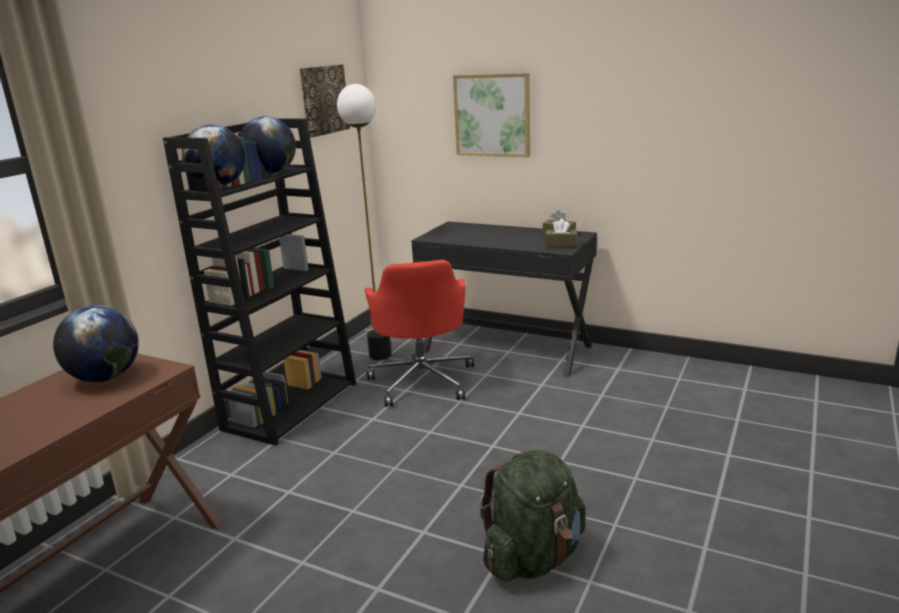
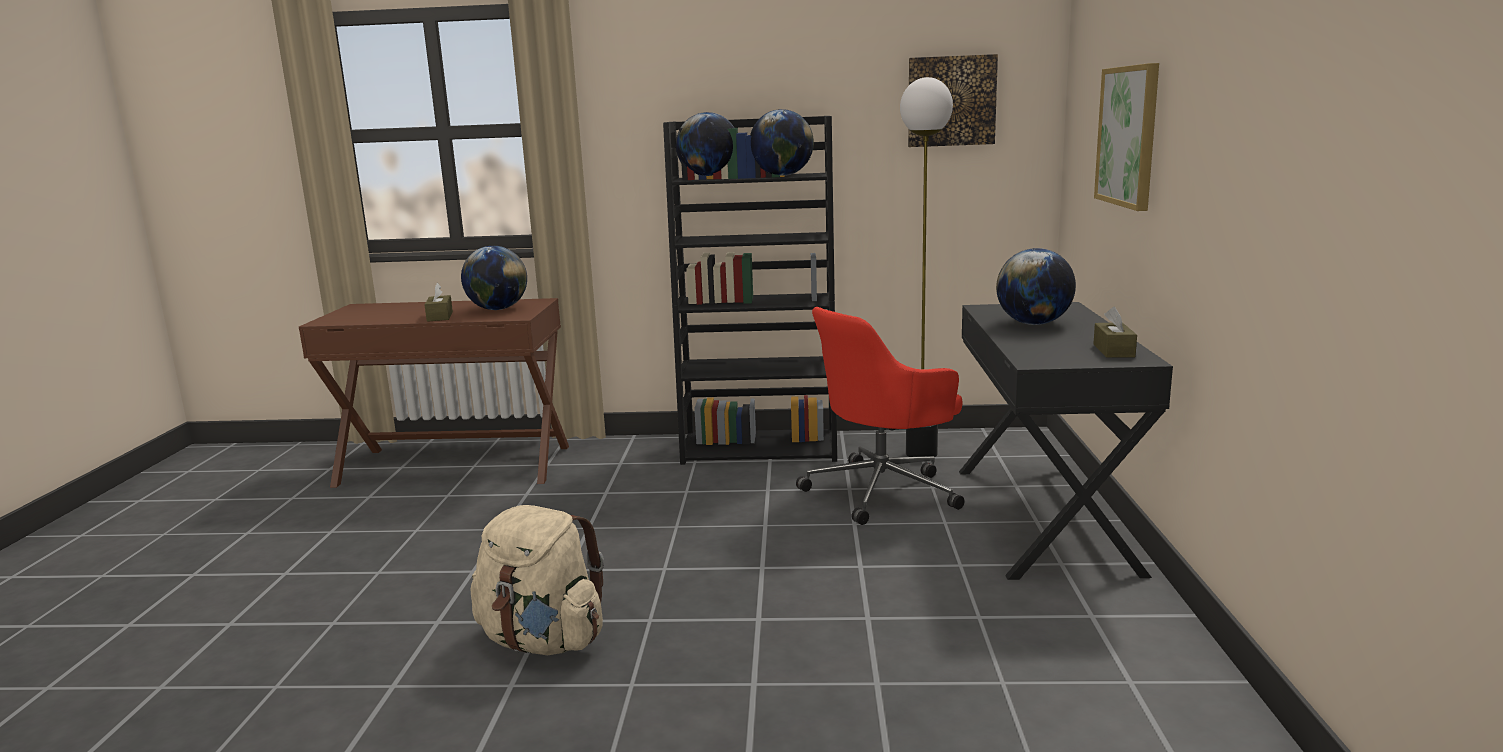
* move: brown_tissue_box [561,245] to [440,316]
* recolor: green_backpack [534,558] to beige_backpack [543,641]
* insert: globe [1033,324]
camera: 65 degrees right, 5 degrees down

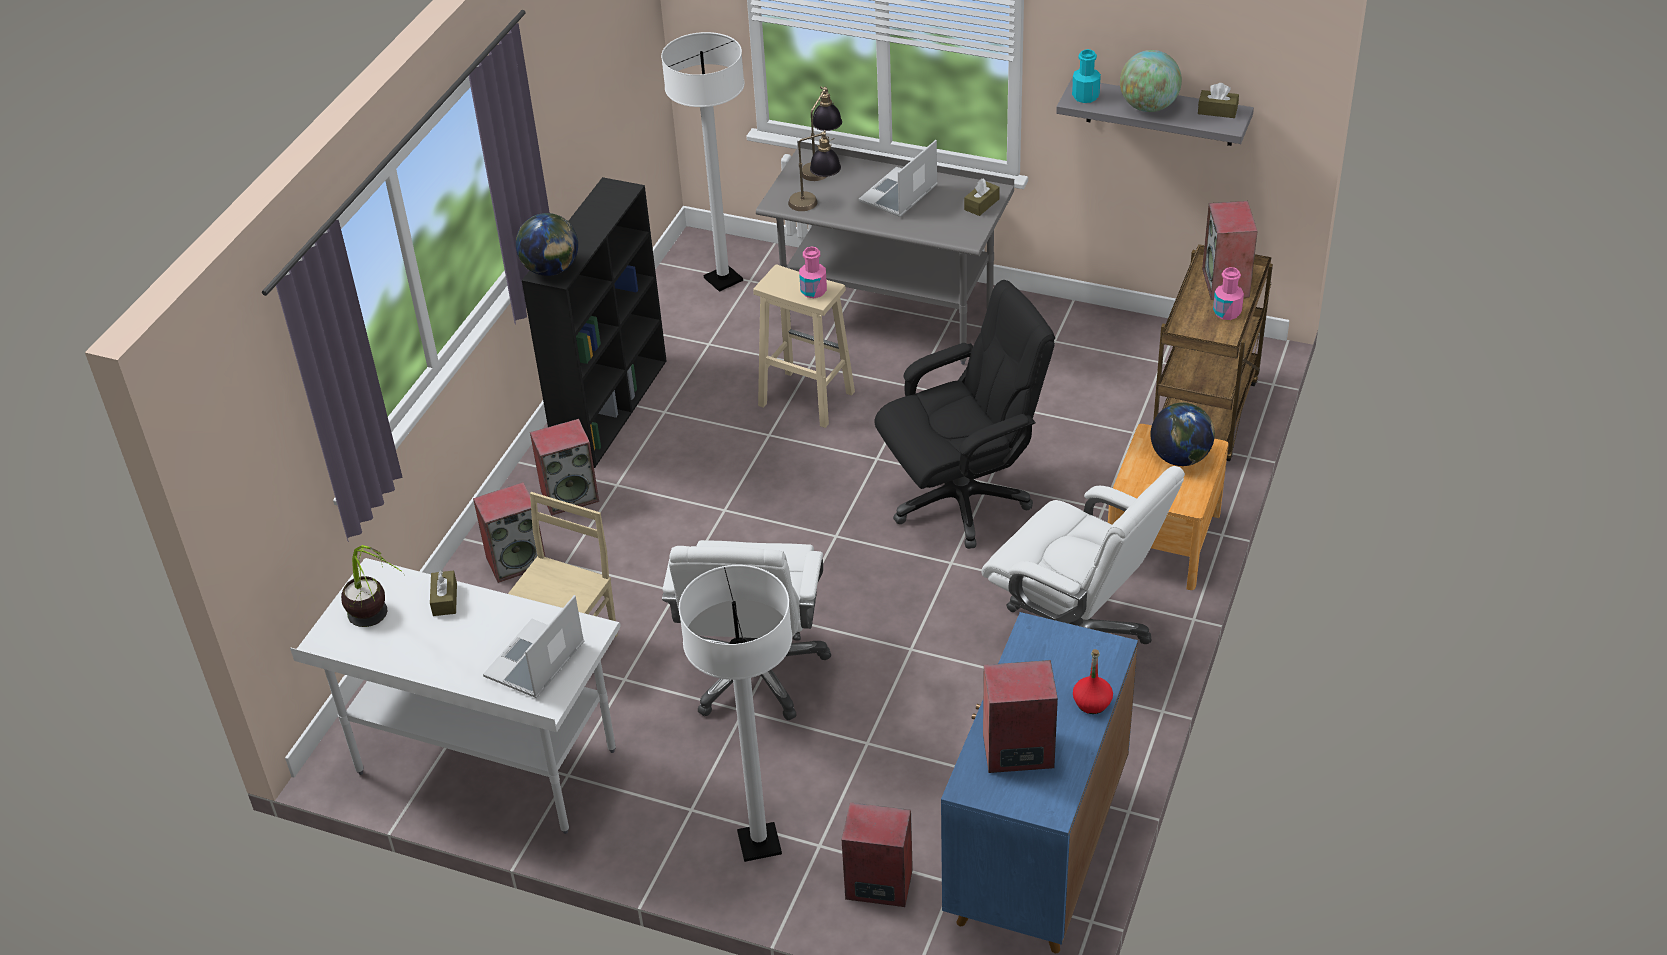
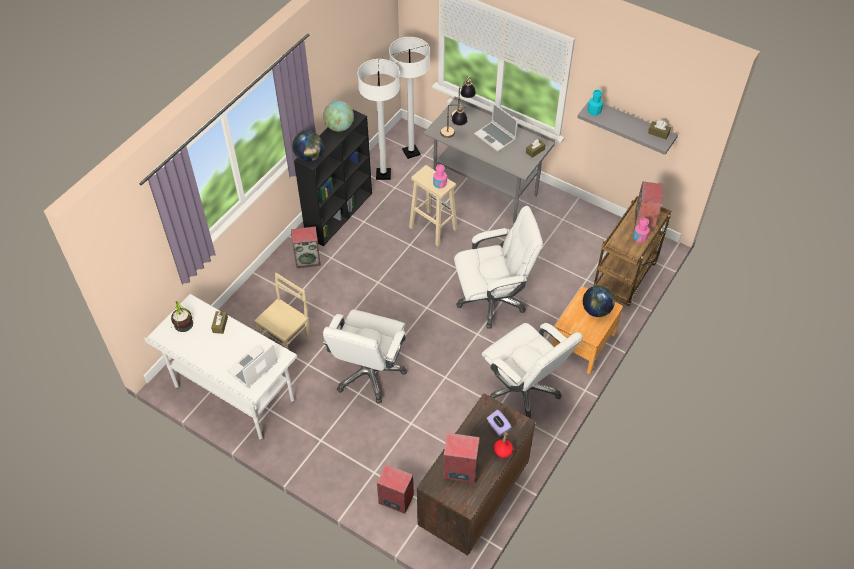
* move: globe [1148,107] to [339,127]
* move: white_floor_lamp [759,843] to [383,174]
* recolor: blue_cabinet [1036,859] to brown_cabinet [472,502]
* recolor: black_office_chair [962,499] to white_office_chair [492,300]
* rotate: laptop [899,195] = [495,137] 90 degrees counterclockwise
* insert: purple_tissue_box [498,427]
* delete: speaker [517,561]
camera: 10 degrees right, 10 degrees up

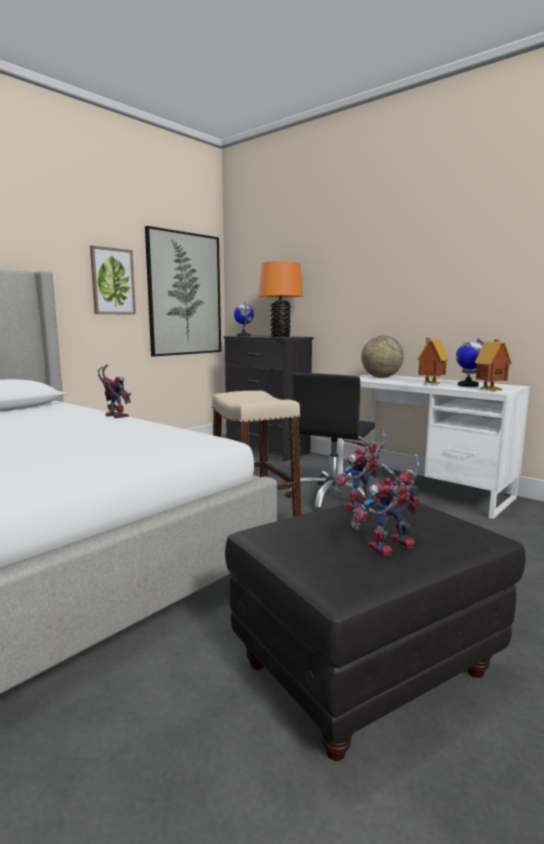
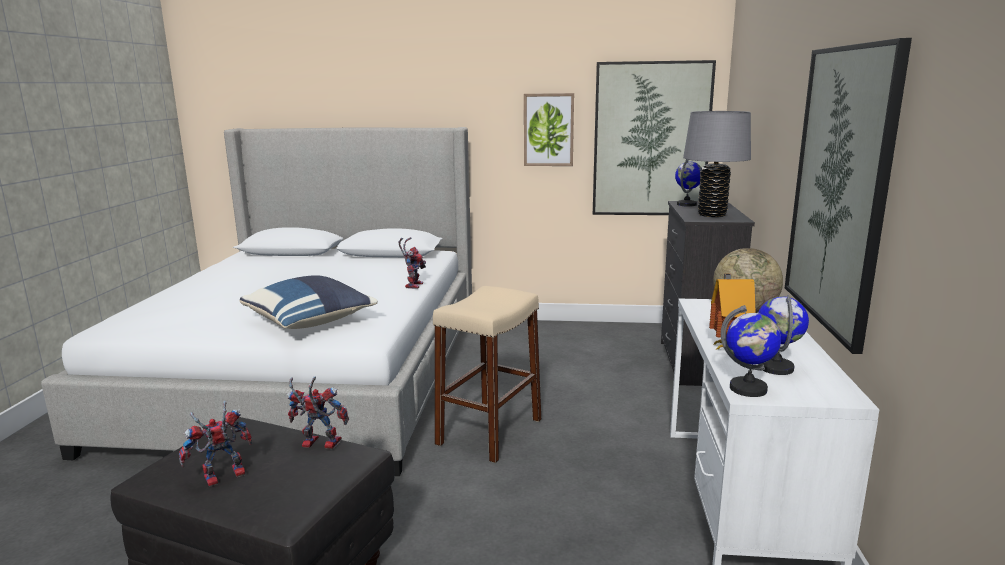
* rotate: toy_robot [390,549] = [221,478] 60 degrees counterclockwise
* insert: blue_pillow [311,322]
* recolor: orange_table_lamp [280,336] to grey_table_lamp [712,215]
* replace: toy_house [491,390] to globe [748,389]
* insert: picture [839,188]
* delete: black_office_chair [332,499]
camera: 55 degrees right, 5 degrees up

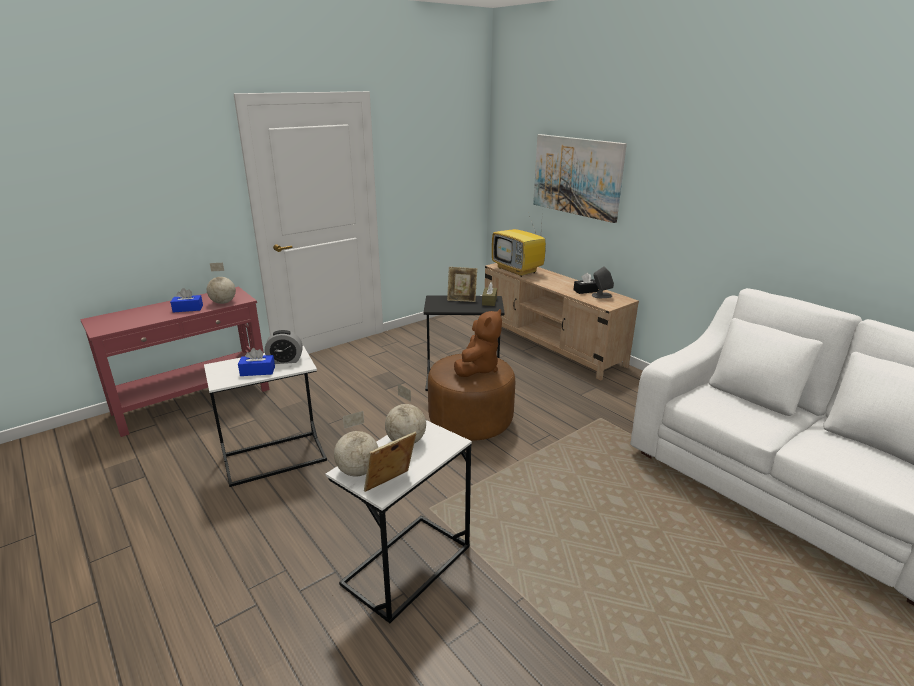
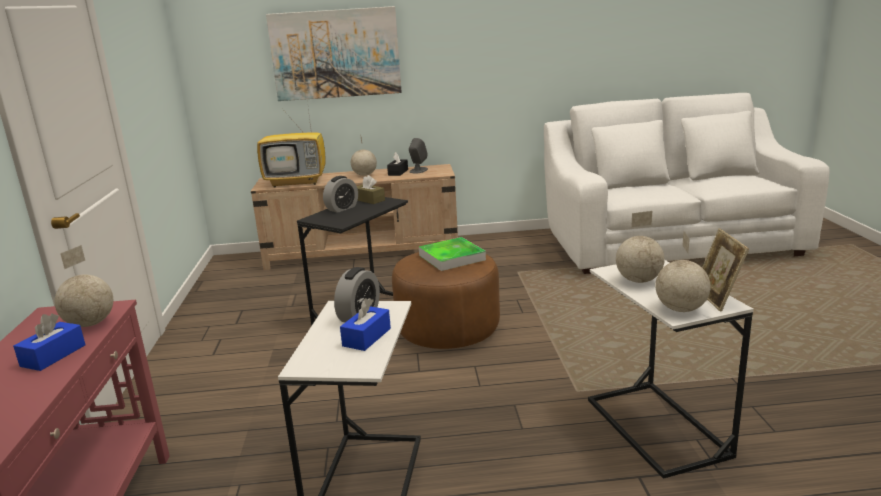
* replace: picture_frame [462,299] to alarm_clock [342,208]
* insert: globe [364,175]
* replace: brown_plush_toy [478,368] to tray [452,257]
camera: 55 degrees left, 5 degrees down

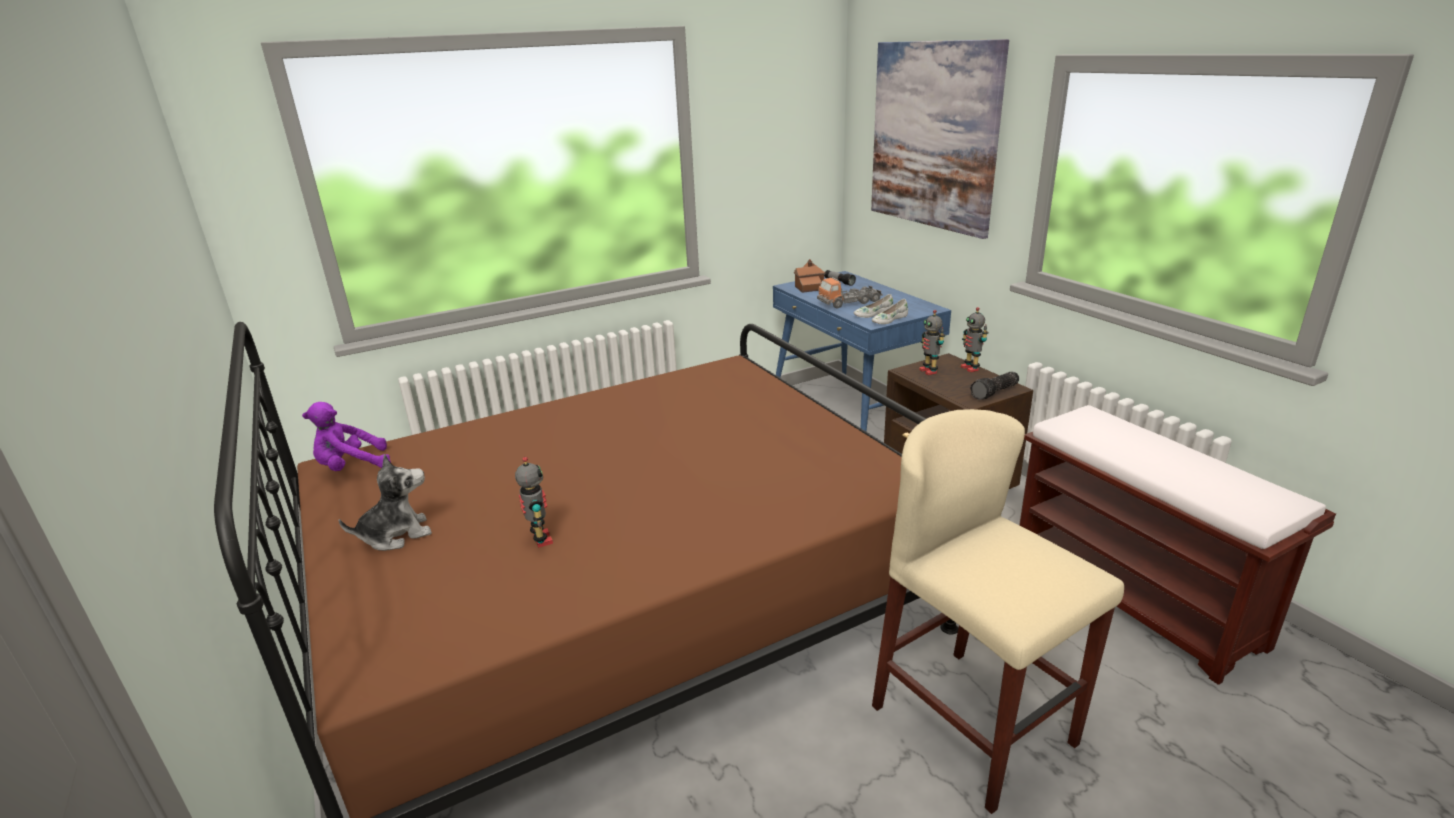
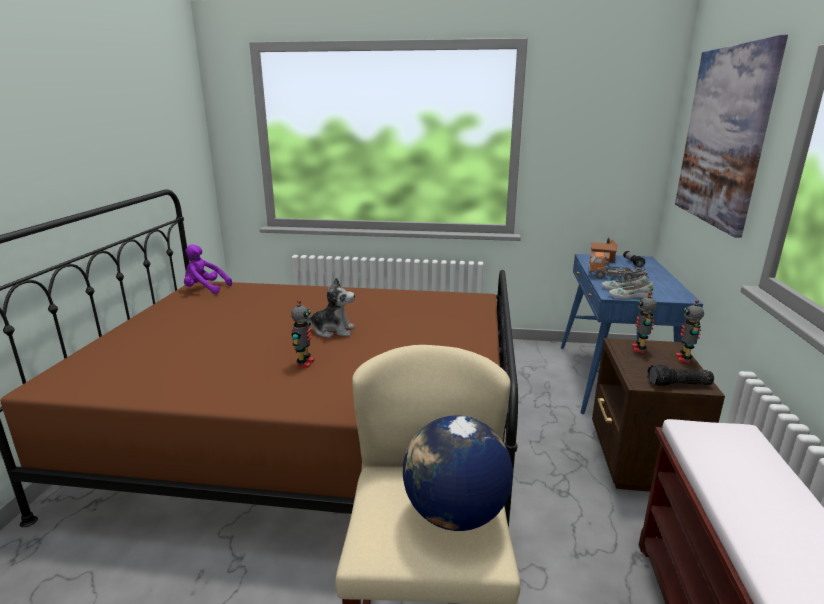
* move: toy_robot [540,540] to [304,363]
* move: plush_toy [396,535] to [332,330]
* insert: globe [454,514]
camera: 35 degrees right, 5 degrees down

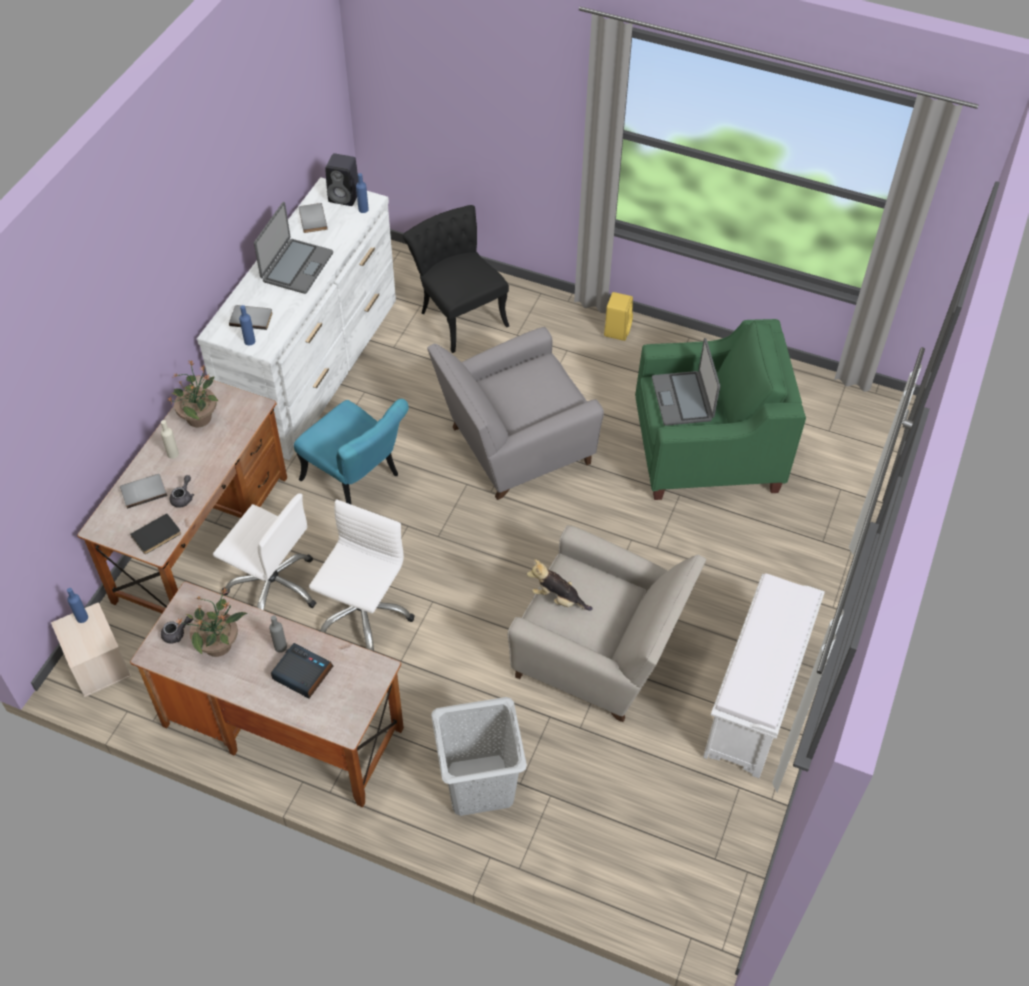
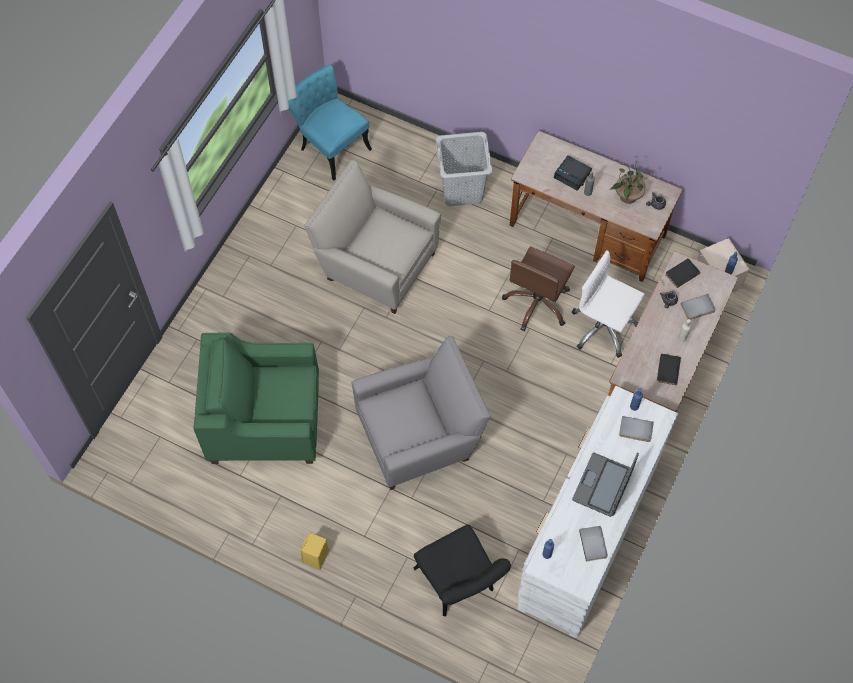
* move: turquoise_chair [357,482] to [330,145]
* recolor: white_office_chair [363,614] to brown_office_chair [537,303]
* replace: potted_plant [200,417] to black_book [667,370]
* delete: black_speaker [345,197]
* delete: plush_toy [558,598]
* delete: laptop [683,399]
* delete: white_bench [754,703]
camera: 175 degrees left, 10 degrees up

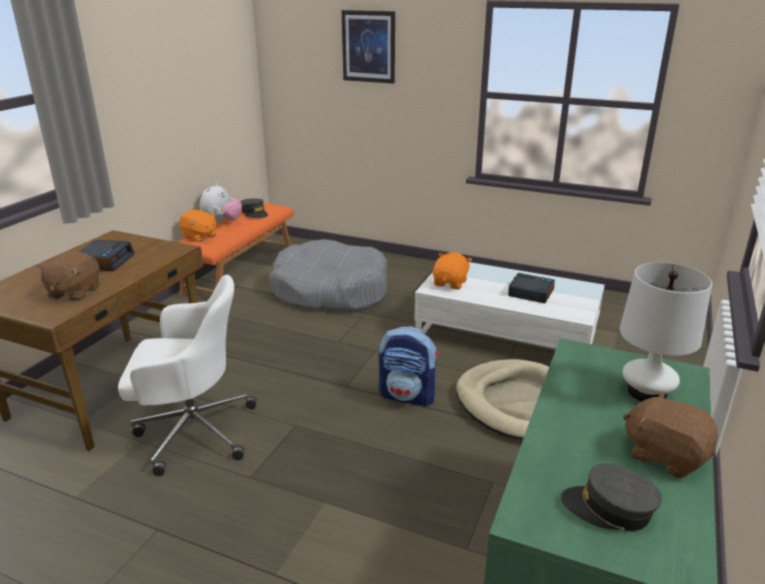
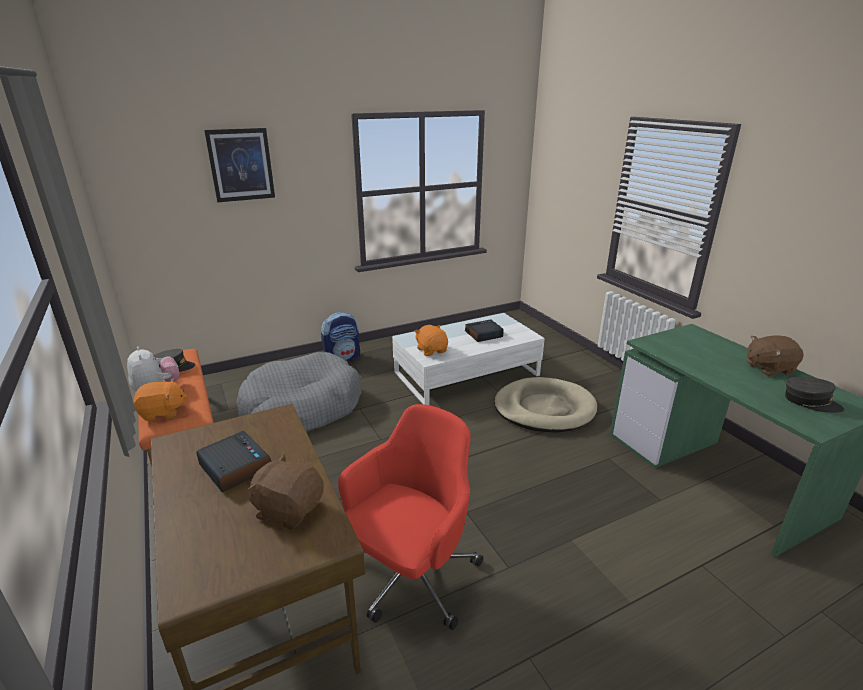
* rotate: brown_plush_toy [74,292] = [289,509] 150 degrees clockwise
* move: backpack [408,396] to [342,358]
* recolor: white_office_chair [193,431] to red_office_chair [409,577]
* rotate: grey_cap [609,509] = [810,402] 120 degrees counterclockwise
* delete: white_table_lamp [646,392]
camera: 50 degrees left, 0 degrees up

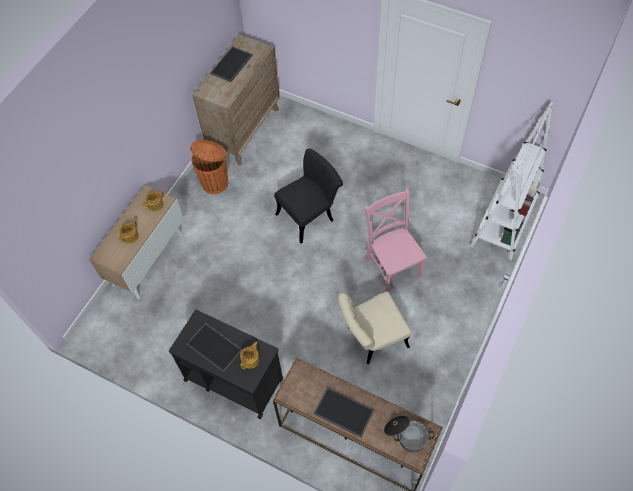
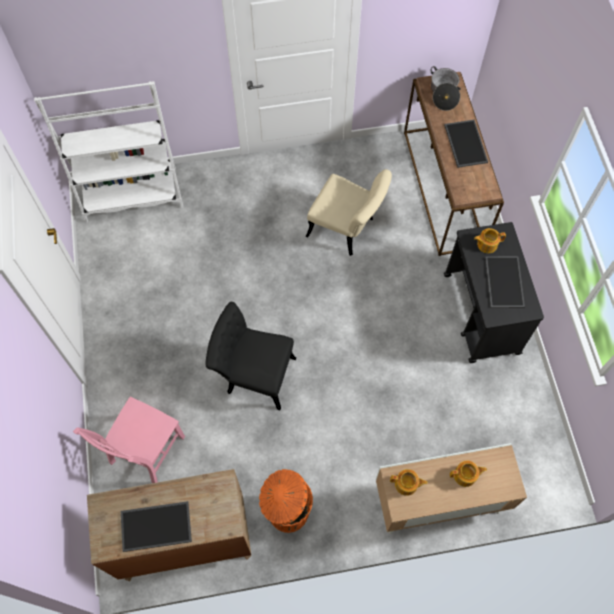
* move: pink_chair [392,265] to [145,452]
camera: 130 degrees left, 5 degrees up

